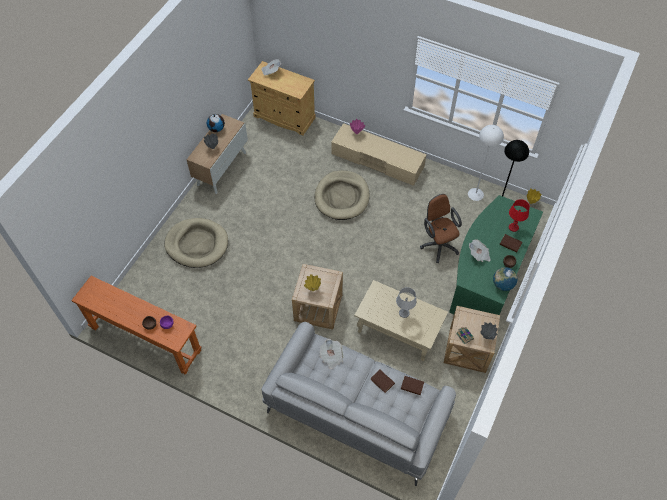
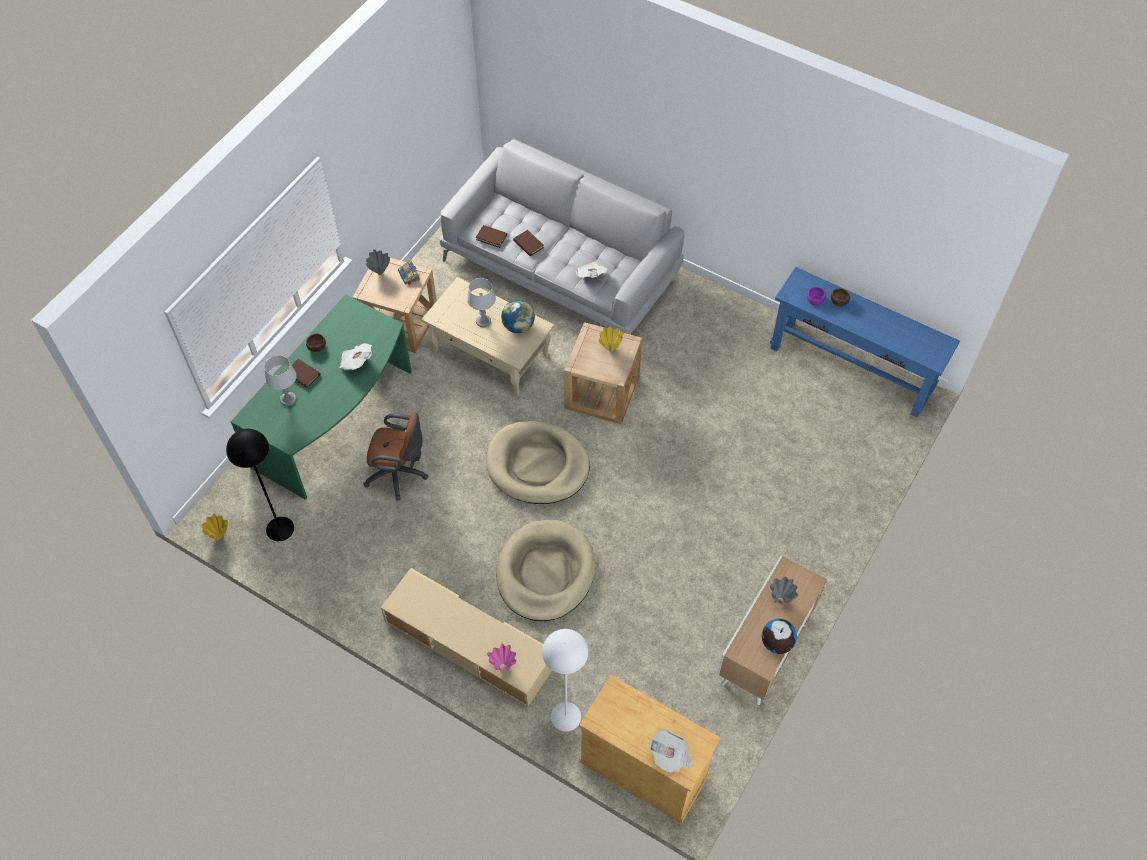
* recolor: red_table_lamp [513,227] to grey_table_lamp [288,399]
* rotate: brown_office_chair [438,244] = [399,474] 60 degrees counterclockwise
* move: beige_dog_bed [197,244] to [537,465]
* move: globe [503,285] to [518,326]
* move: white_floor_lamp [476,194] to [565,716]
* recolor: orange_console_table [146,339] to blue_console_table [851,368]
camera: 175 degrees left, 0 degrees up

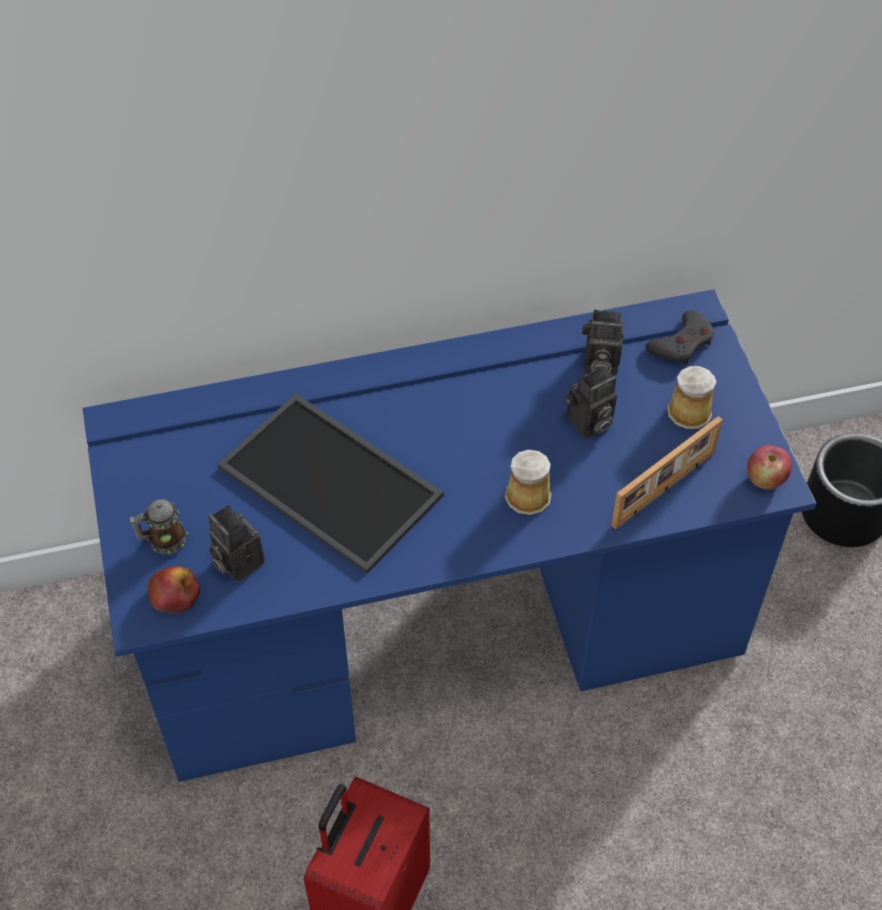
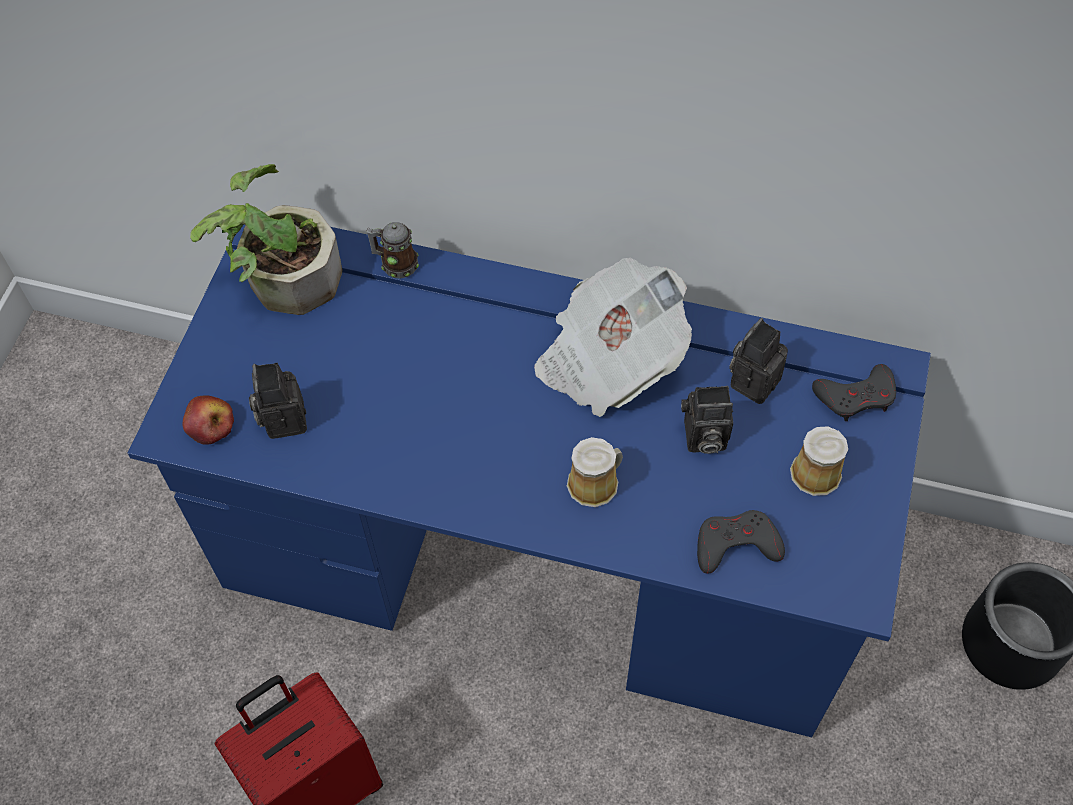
* insert: potted_plant [282,277]
* move: mug [163,540] to [395,263]
* insert: newspaper [609,359]
* replace: picture_frame [665,490] to grey_game_controller [736,545]
* rotate: photo_camera [598,364] = [753,379] 90 degrees clockwise
* delete: tray [334,481]
* delete: apple [764,480]
camera: 30 degrees right, 5 degrees up

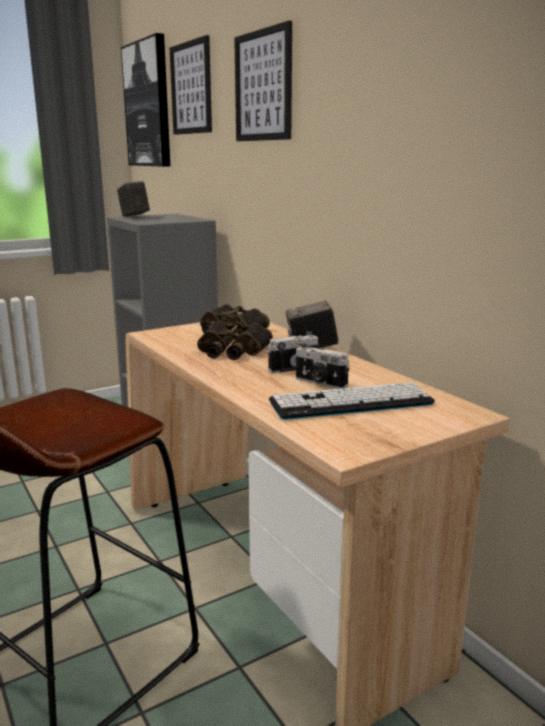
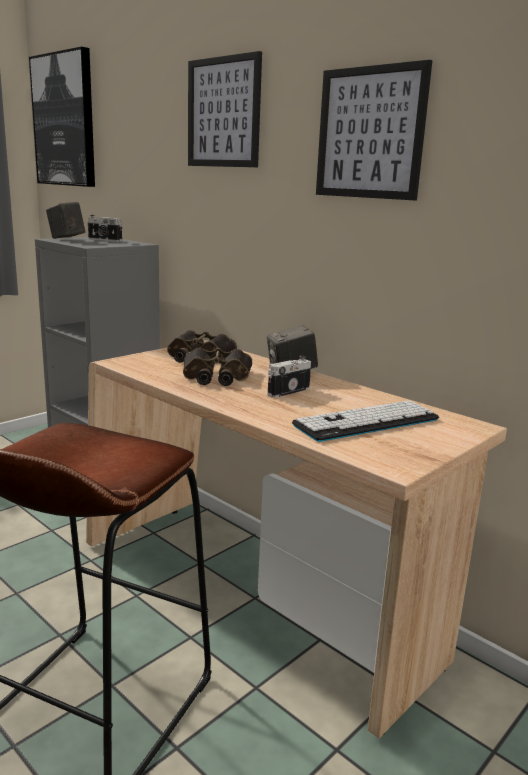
* move: photo_camera [320,383] to [104,240]
* move: picture [191,88] to [370,133]
camera: 15 degrees left, 0 degrees up

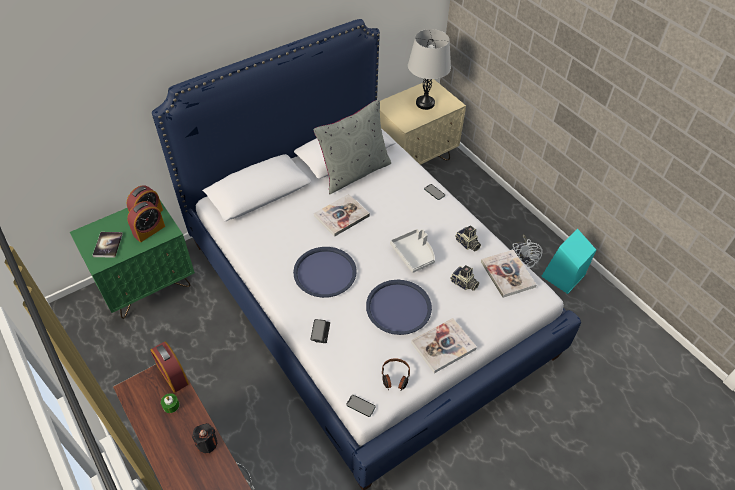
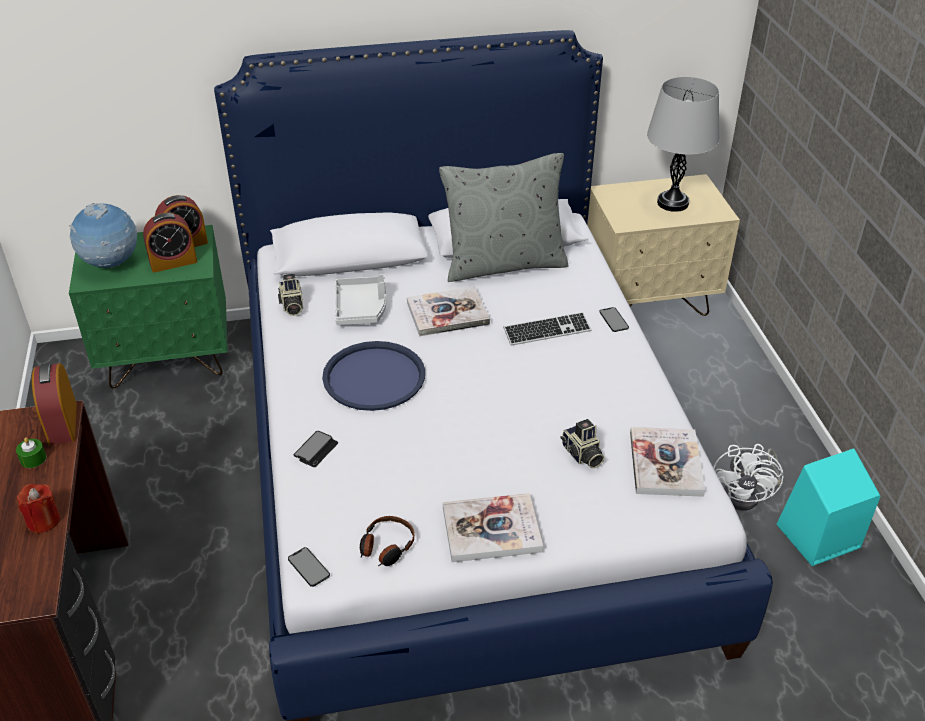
* recolor: black_candle [207,443] to red_candle [43,521]
* replace: book [108,245] to globe [111,265]
* move: photo_camera [467,244] to [291,306]
* move: grey_tray [414,254] to [361,308]
* insert: keyboard [547,331]
* delete: blue_tray [398,307]
camera: 25 degrees right, 10 degrees down

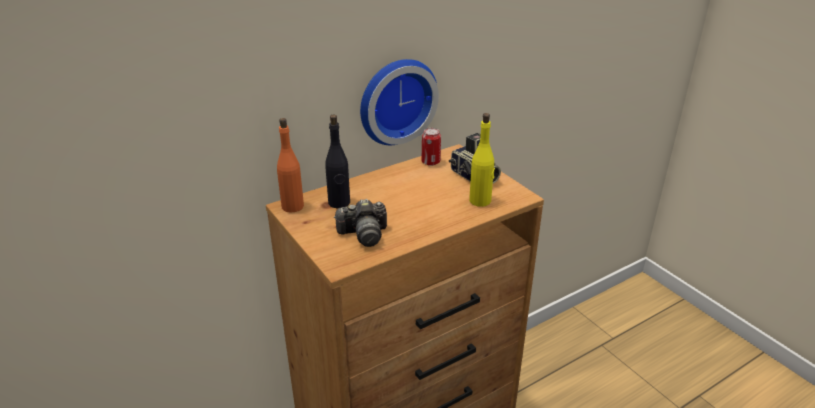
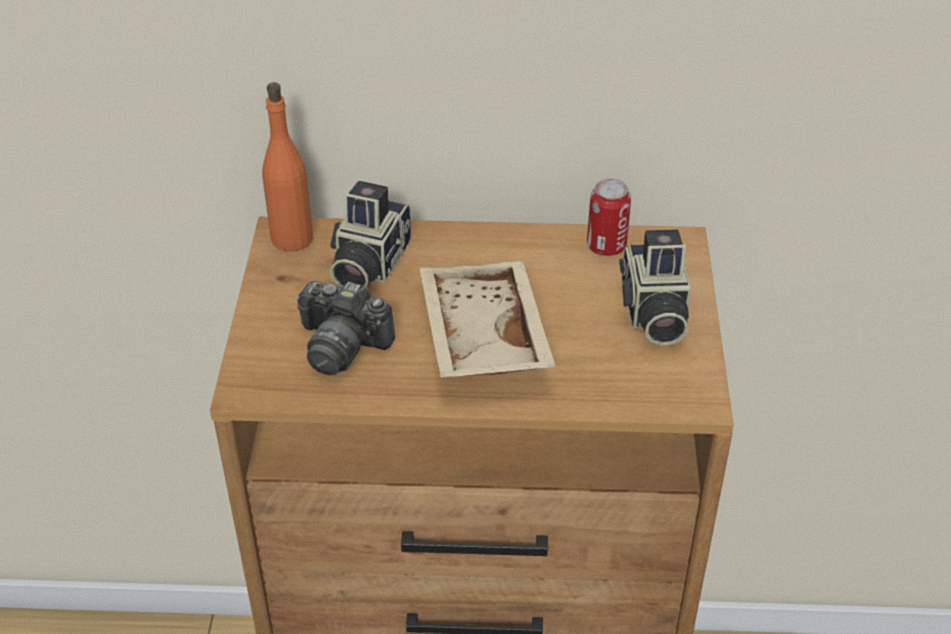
* replace: black_bottle [339,203] to photo_camera [367,264]
* insert: beige_tray [480,337]
* delete: wall_clock [395,100]
* delete: yellow_bottle [480,201]
camera: 35 degrees right, 10 degrees up

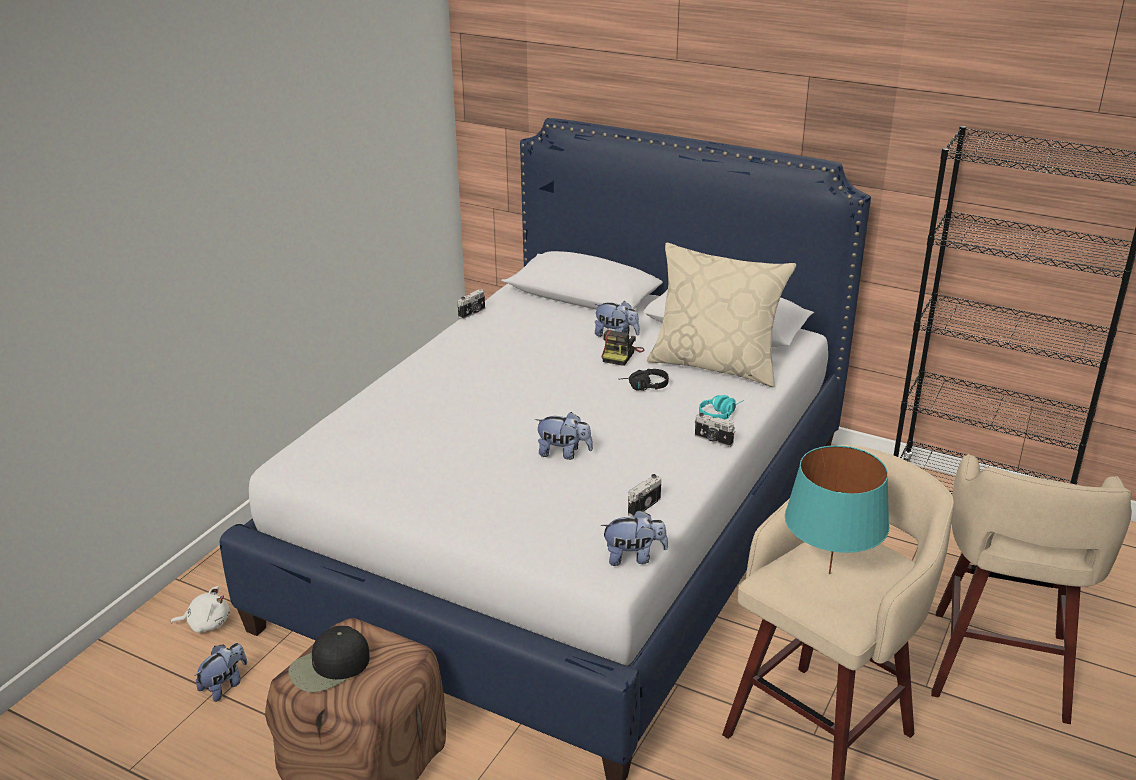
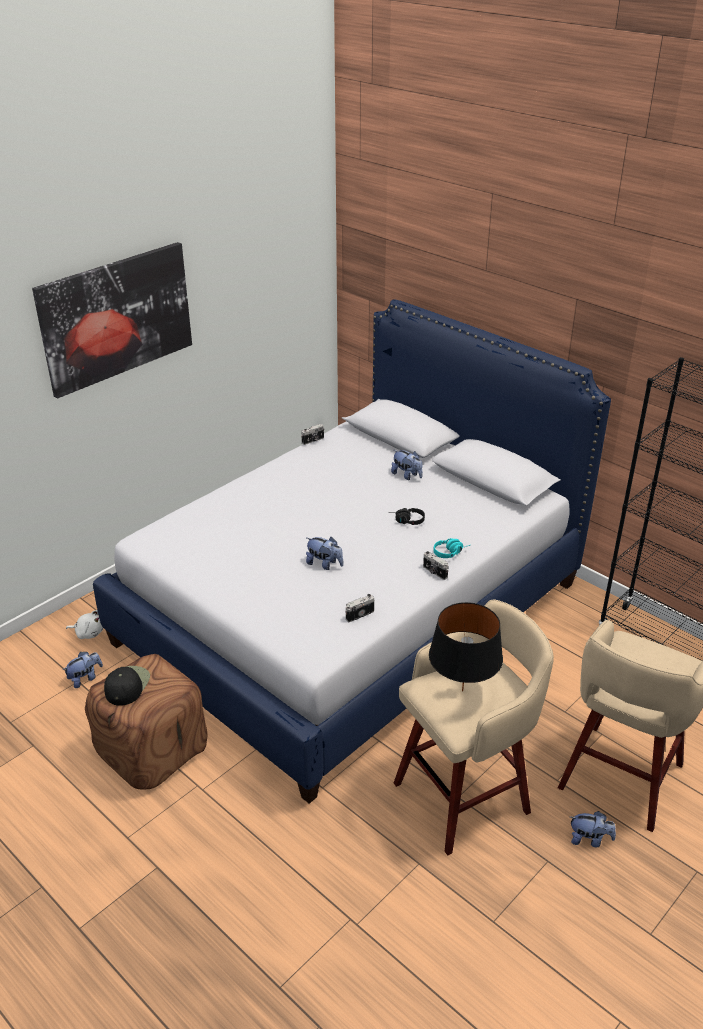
* insert: picture [116,317]
* rotate: black_cap [329,667] = [127,685] 120 degrees clockwise
* recolor: turquoise_table_lamp [829,573] to black_table_lamp [462,690]
* move: plush_toy [634,557] to [589,839]
* delete: photo_camera [621,355]
* delete: beige_pillow [716,365]
camera: 15 degrees right, 5 degrees up

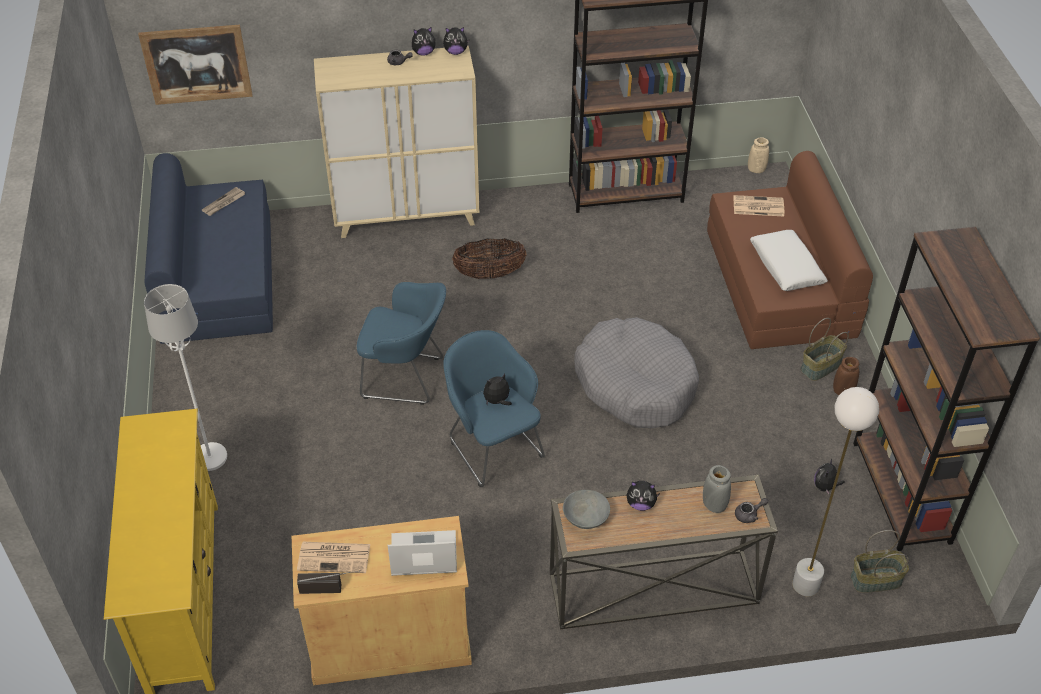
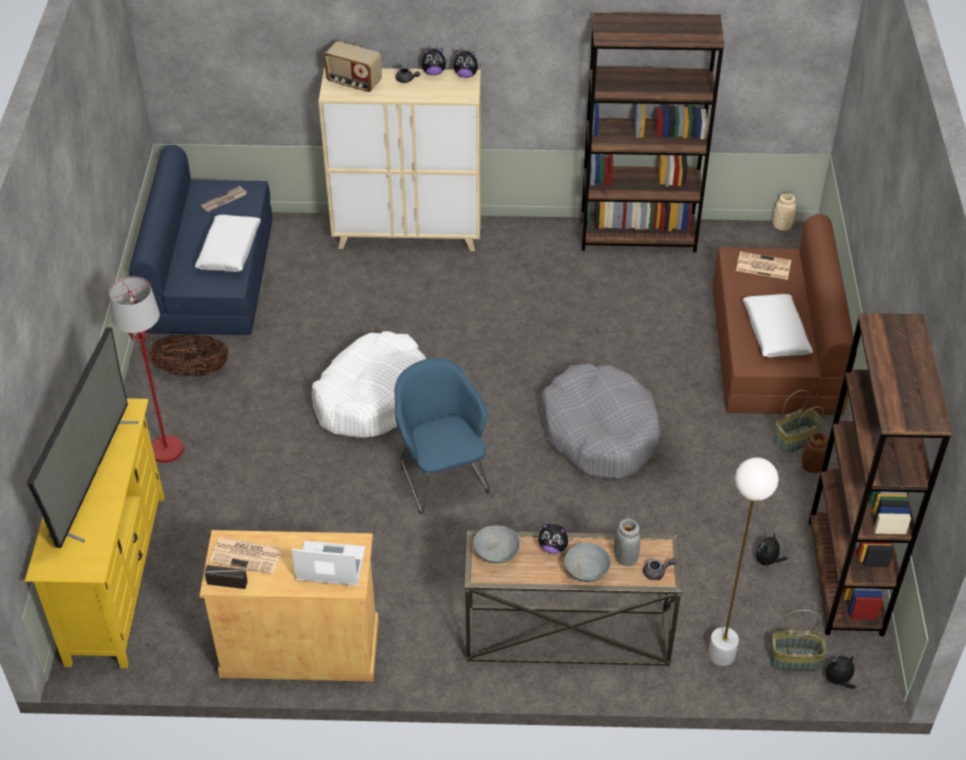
* insert: television [93,478]
* recolor: white_floor_lamp [209,457] to red_floor_lamp [166,450]
* move: basket [489,274] to [192,371]
* insert: white_pillow [229,250]
* replace: blue_armchair [406,377] to white_dog_bed [372,396]
* insert: radio [354,82]
* insert: grey_bowl [587,571]
* move: plush_toy [497,401] to [838,680]
* delete: picture [197,64]
camera: 10 degrees right, 0 degrees up

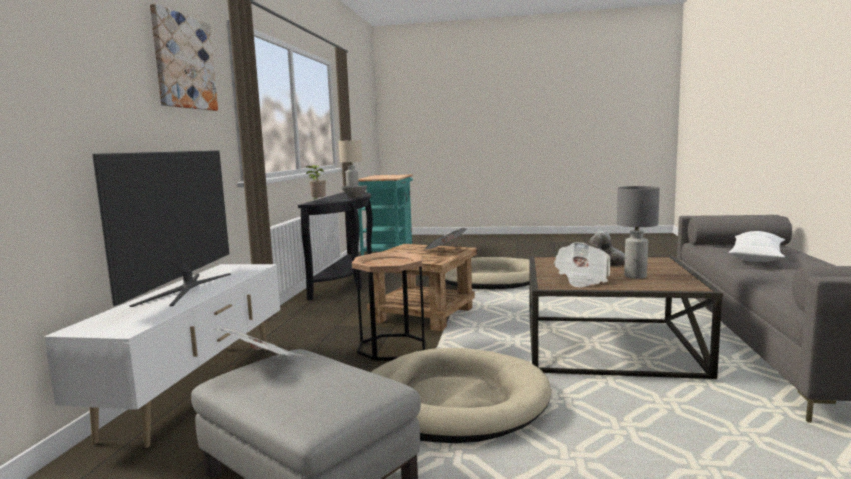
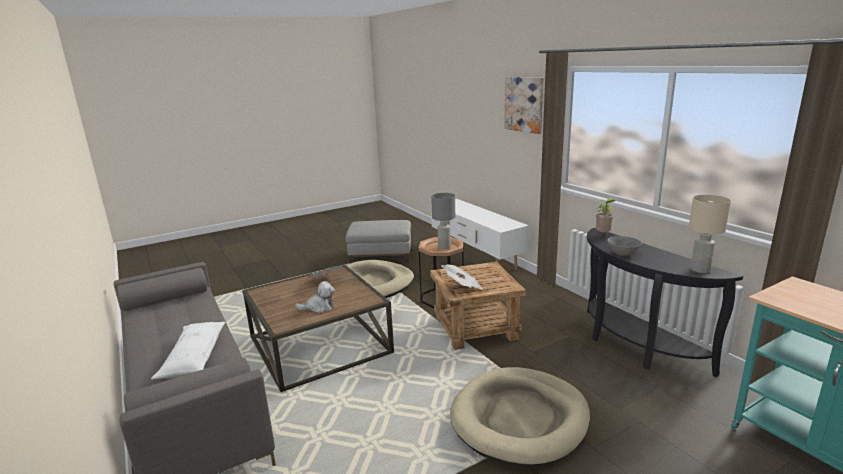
* move: grey_table_lamp [635,276] to [444,247]
* delete: television [185,288]
* delete: newspaper [263,364]
camera: 140 degrees right, 10 degrees up

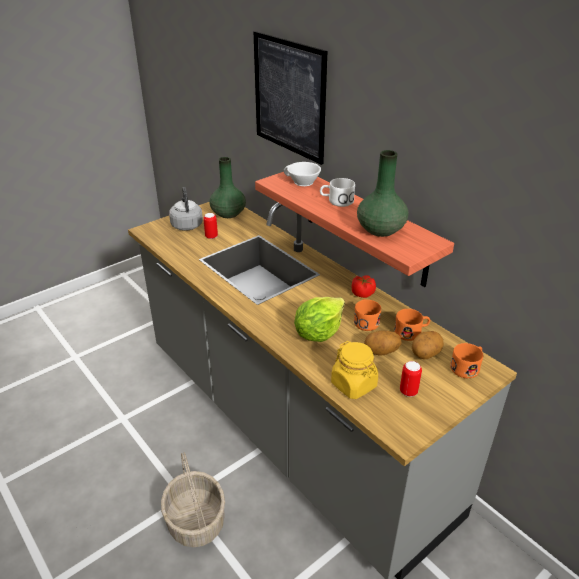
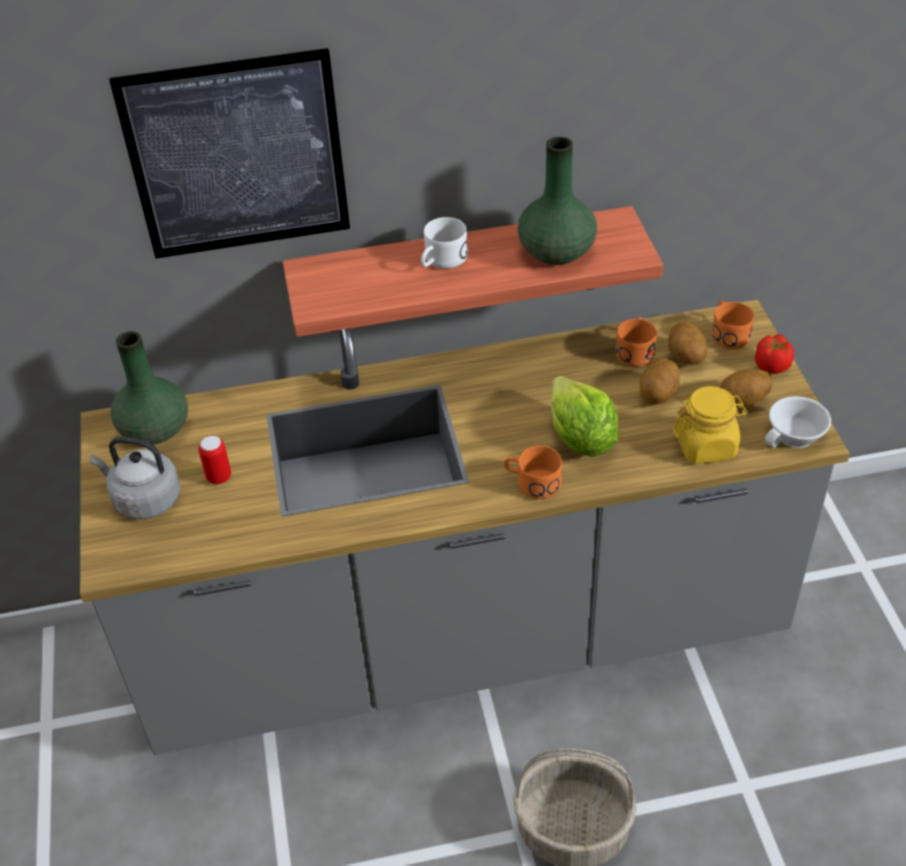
* move: orange_mug [365,320] to [532,482]
* replace: can [408,391] to potato [743,402]
* move: tomato [363,294] to [772,365]
* move: white_cup [302,182] to [795,437]
camera: 60 degrees left, 10 degrees up

